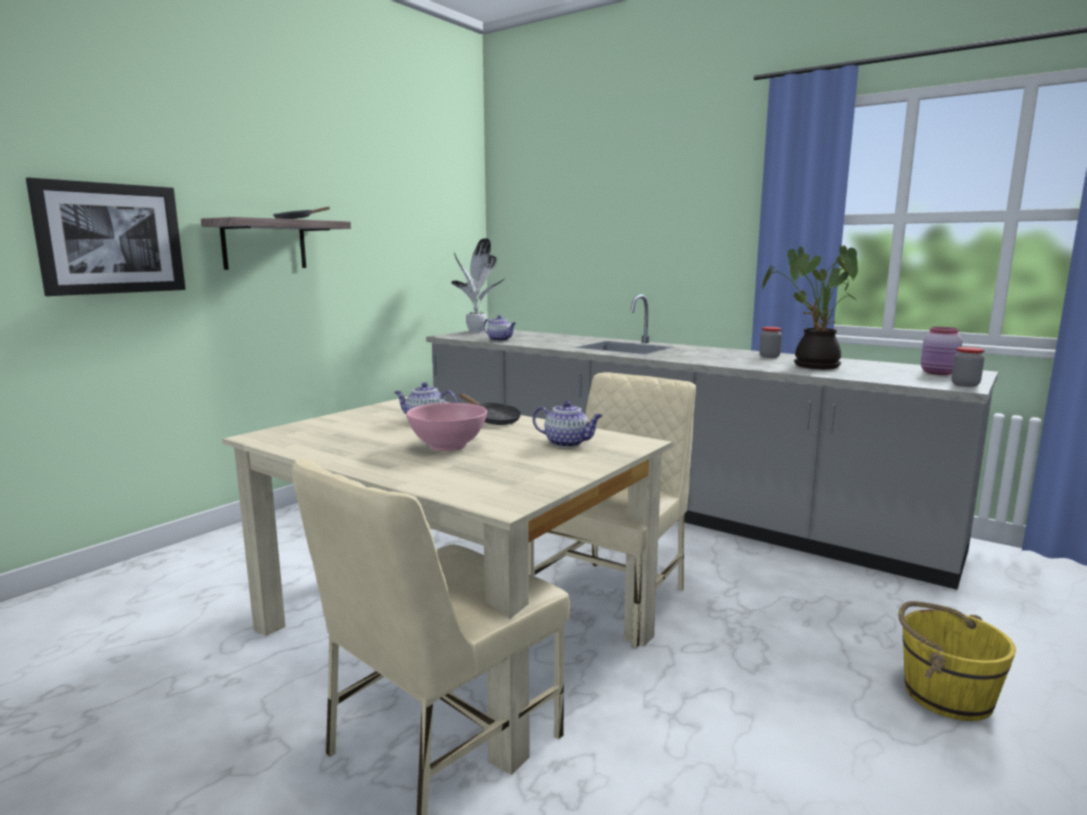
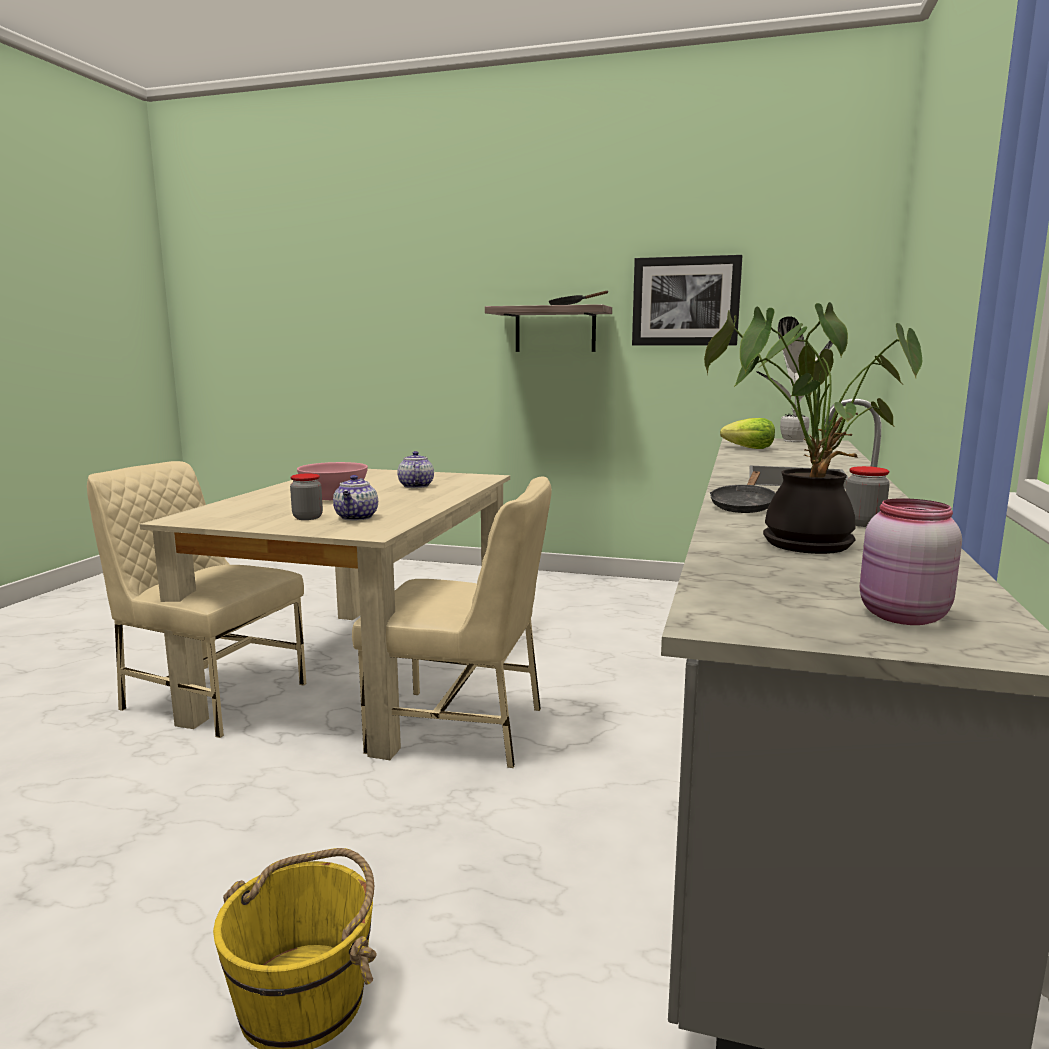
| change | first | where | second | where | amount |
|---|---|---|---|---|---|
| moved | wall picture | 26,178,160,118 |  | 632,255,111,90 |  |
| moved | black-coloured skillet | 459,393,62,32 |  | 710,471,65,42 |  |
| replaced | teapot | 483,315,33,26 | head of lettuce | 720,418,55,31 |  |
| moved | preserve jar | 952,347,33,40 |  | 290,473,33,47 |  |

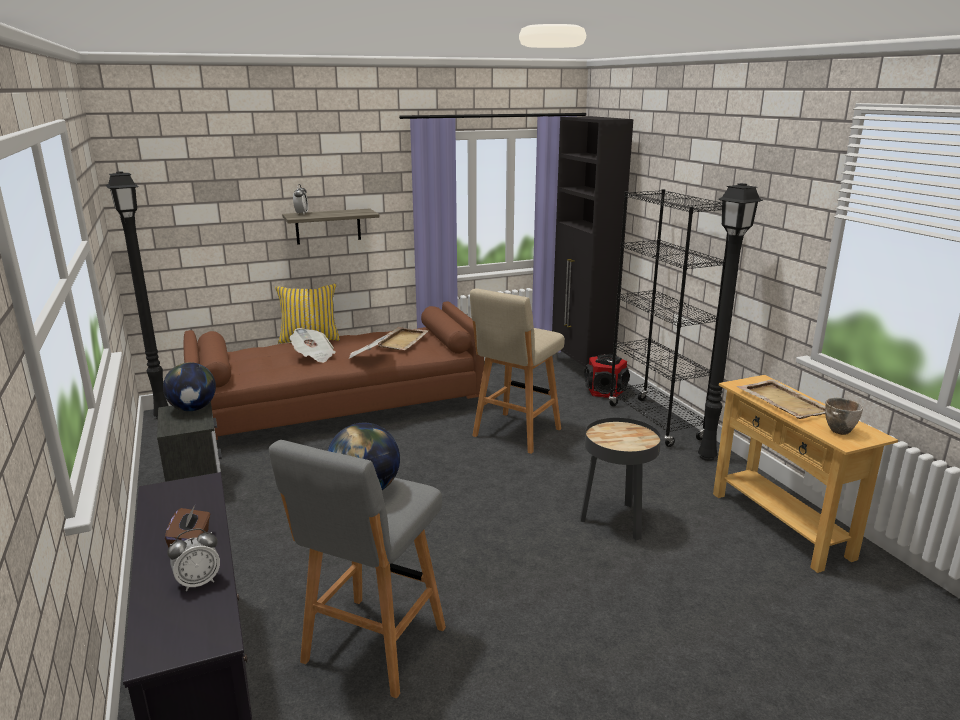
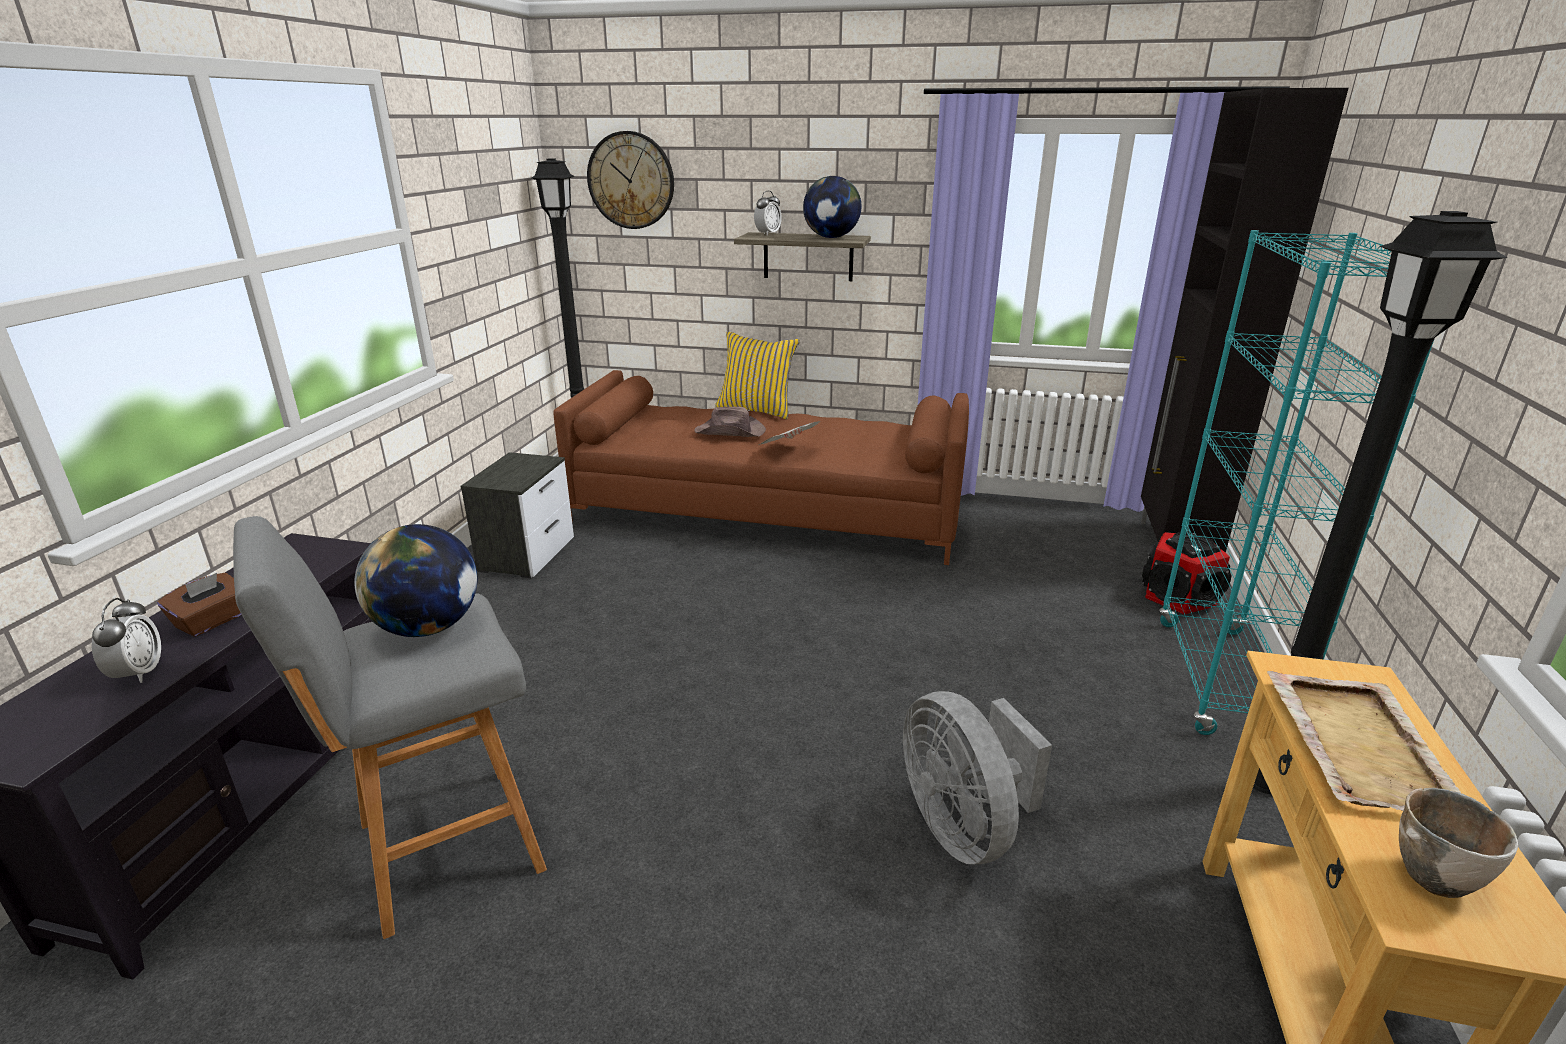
| change | first | where | second | where | amount |
|---|---|---|---|---|---|
| moved | globe | 163,362,53,49 |  | 803,176,58,62 |  |
| turned | bedside clock | 167,528,53,63 |  | 92,598,69,85 | 105 degrees counterclockwise |
| replaced | daily paper | 290,328,46,35 | brownish clothing hat | 694,407,72,30 |  |
| removed | beige carrying tray | 377,327,51,23 |  |  |  |
| removed | beige stool seat | 470,288,95,166 |  |  |  |
| replaced | black-coloured end table | 580,418,81,122 | grey fan | 903,691,149,173 |  |
| recoloured | black-coloured shelving unit | 609,189,119,258 | turquoise shelving unit | 1159,230,275,505 |  |
| added |  |  | wall clock | 587,131,87,98 |  |

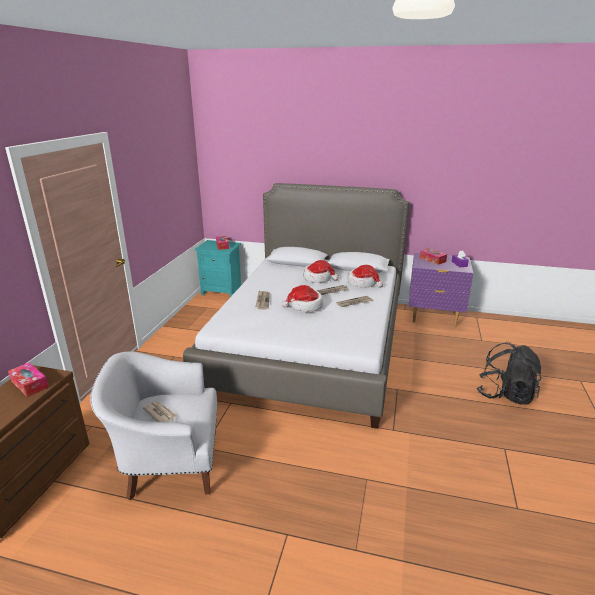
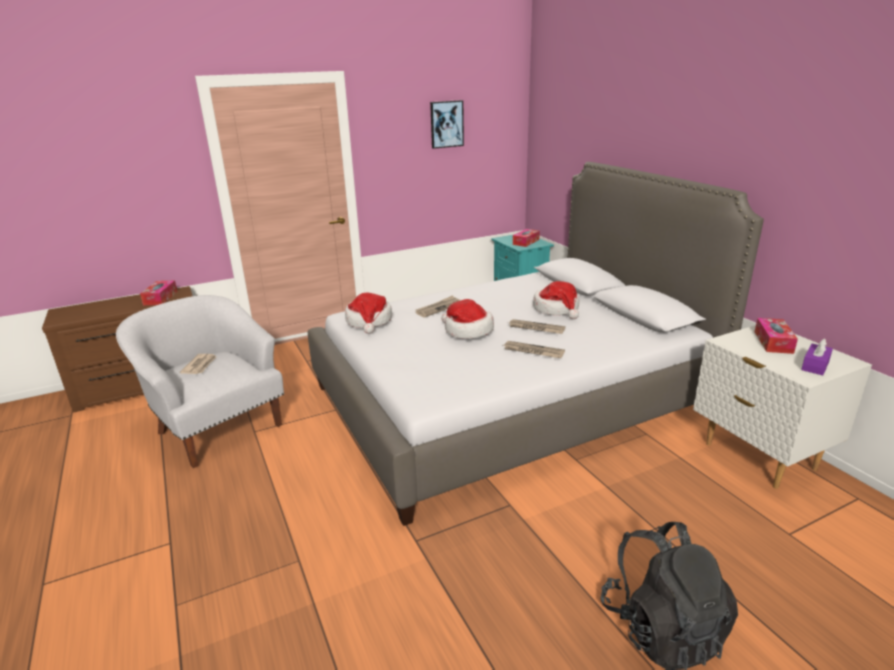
| change | first | where | second | where | amount |
|---|---|---|---|---|---|
| moved | clothing hat | 347,265,36,23 |  | 345,293,47,41 |  |
| recoloured | purple nightstand | 409,253,64,74 | whitish nightstand | 693,325,179,164 |  |
| added |  |  | wall picture | 430,100,34,49 |  |

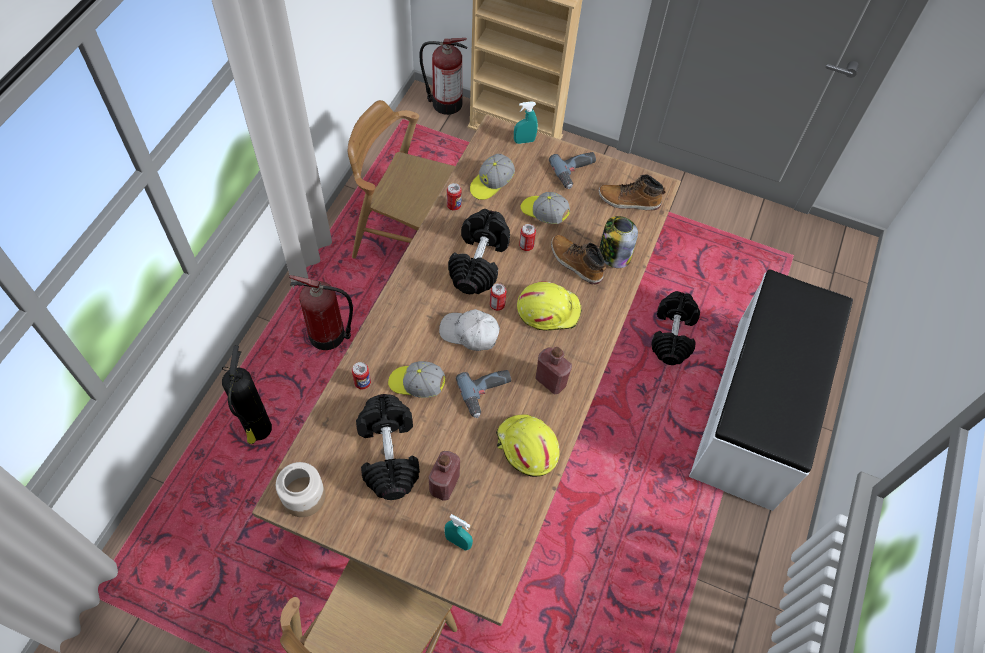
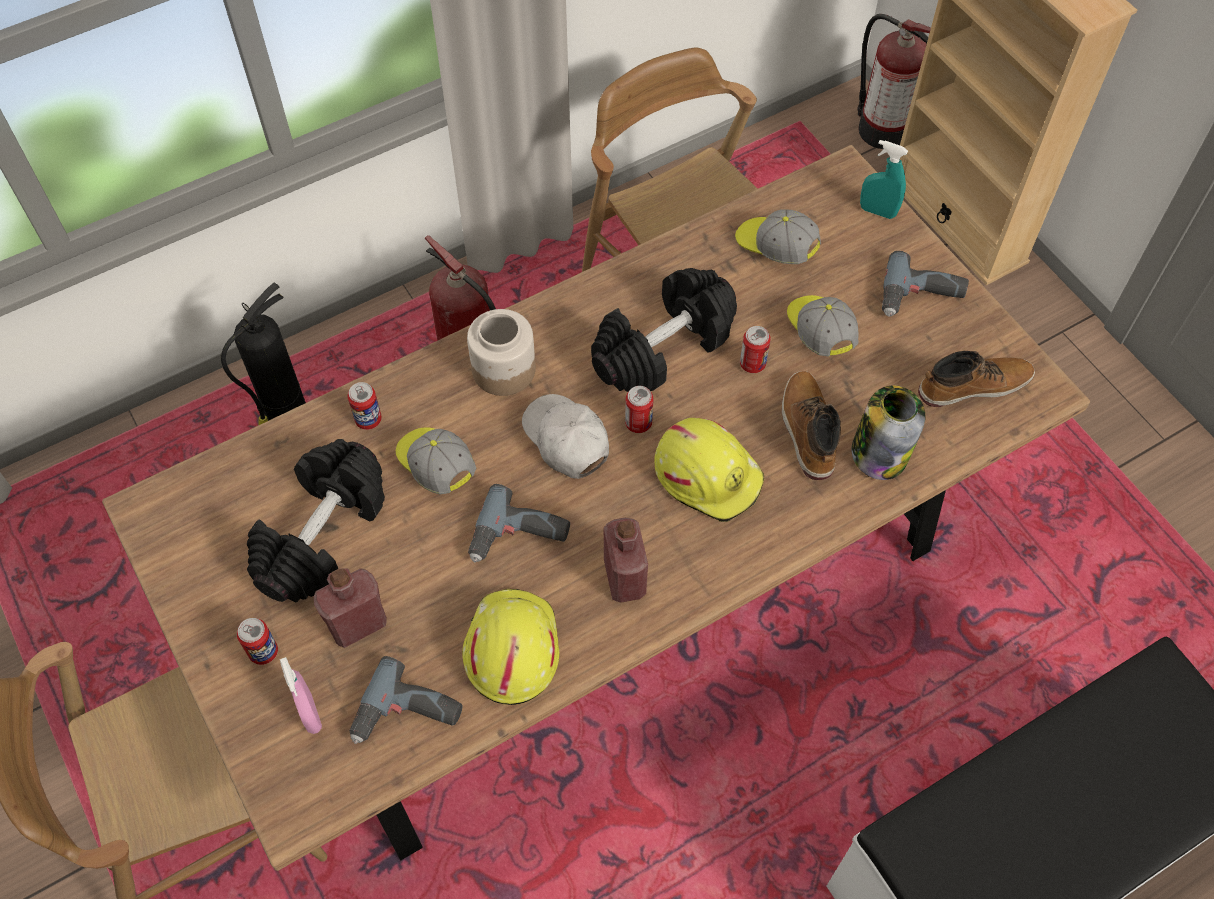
| change | first | where | second | where | amount |
|---|---|---|---|---|---|
| moved | preserve jar | 276,462,49,55 |  | 467,309,69,87 |  |
| recoloured | turquoise sprayer | 444,514,29,37 | pink sprayer | 280,657,42,77 |  |
| moved | can | 447,183,15,28 |  | 237,618,41,47 |  |
| turned | cap | 470,154,45,46 |  | 735,210,86,54 | 45 degrees clockwise |
| turned | tall boot | 599,174,67,36 |  | 918,351,117,56 | 120 degrees clockwise |
| removed | black-coloured dumbbell | 651,291,49,74 |  |  |  |
| added |  |  | electric drill | 349,656,114,88 |  |

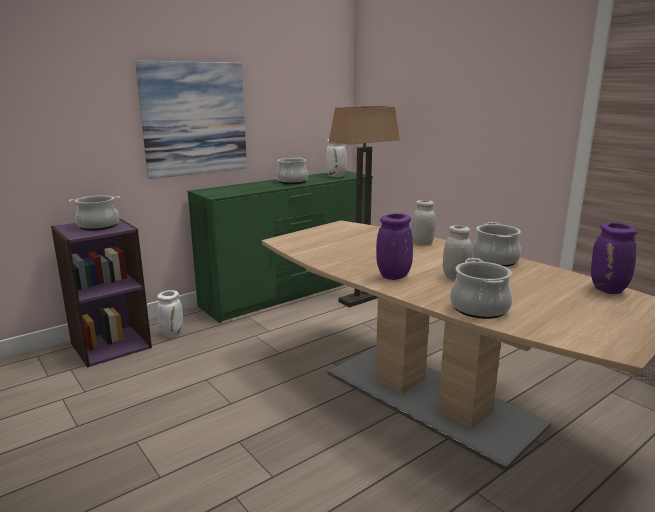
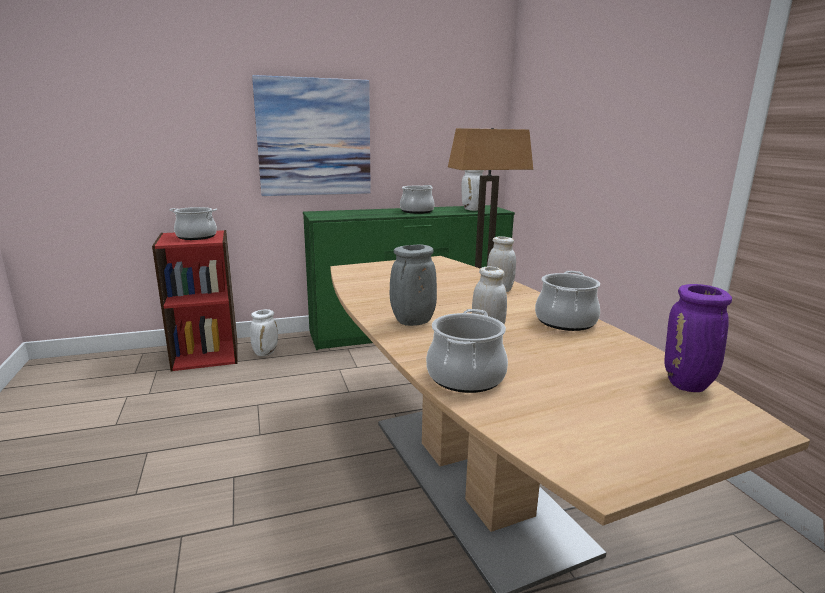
| change | first | where | second | where | amount |
|---|---|---|---|---|---|
| recoloured | purple shelving unit | 51,218,101,150 | red-coloured shelving unit | 152,230,86,141 |  |
| recoloured | purple vase | 376,213,37,67 | grey vase | 390,244,47,82 |  |

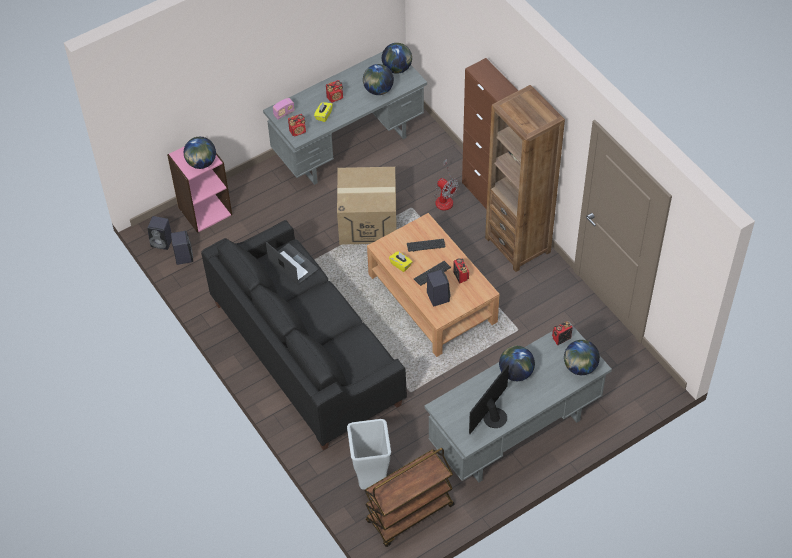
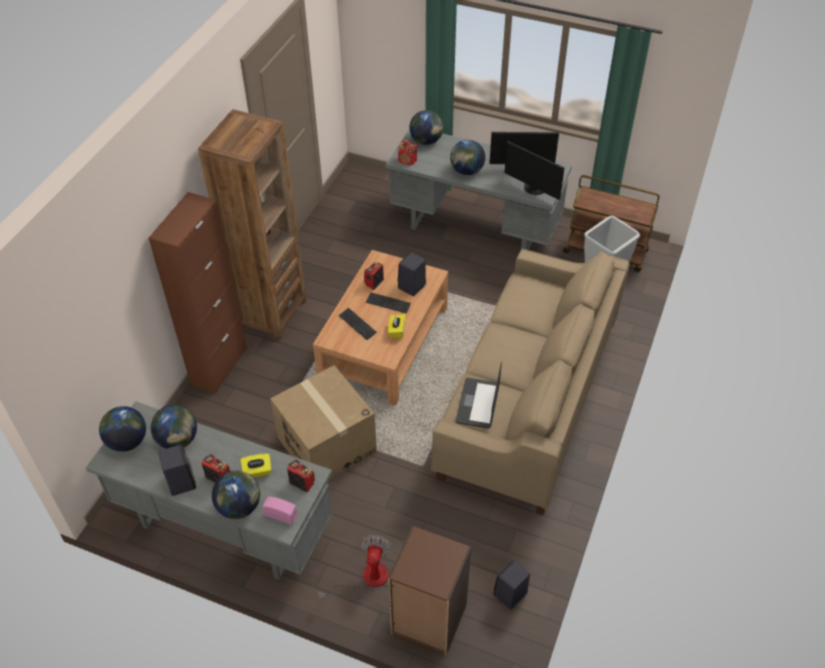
| change | first | where | second | where | amount |
|---|---|---|---|---|---|
| moved | black-coloured loudspeaker | 147,216,25,34 |  | 158,444,38,52 |  |
| recoloured | pink shelving unit | 167,146,65,87 | brownish shelving unit | 388,526,83,130 |  |
| moved | globe | 184,137,32,32 |  | 212,471,48,48 |  |
| recoloured | black-coloured settee | 201,220,206,230 | beige settee | 431,249,199,266 |  |
| moved | fan | 434,159,25,52 |  | 318,535,75,65 |  |
| added |  |  | computer display | 504,141,60,59 |  |

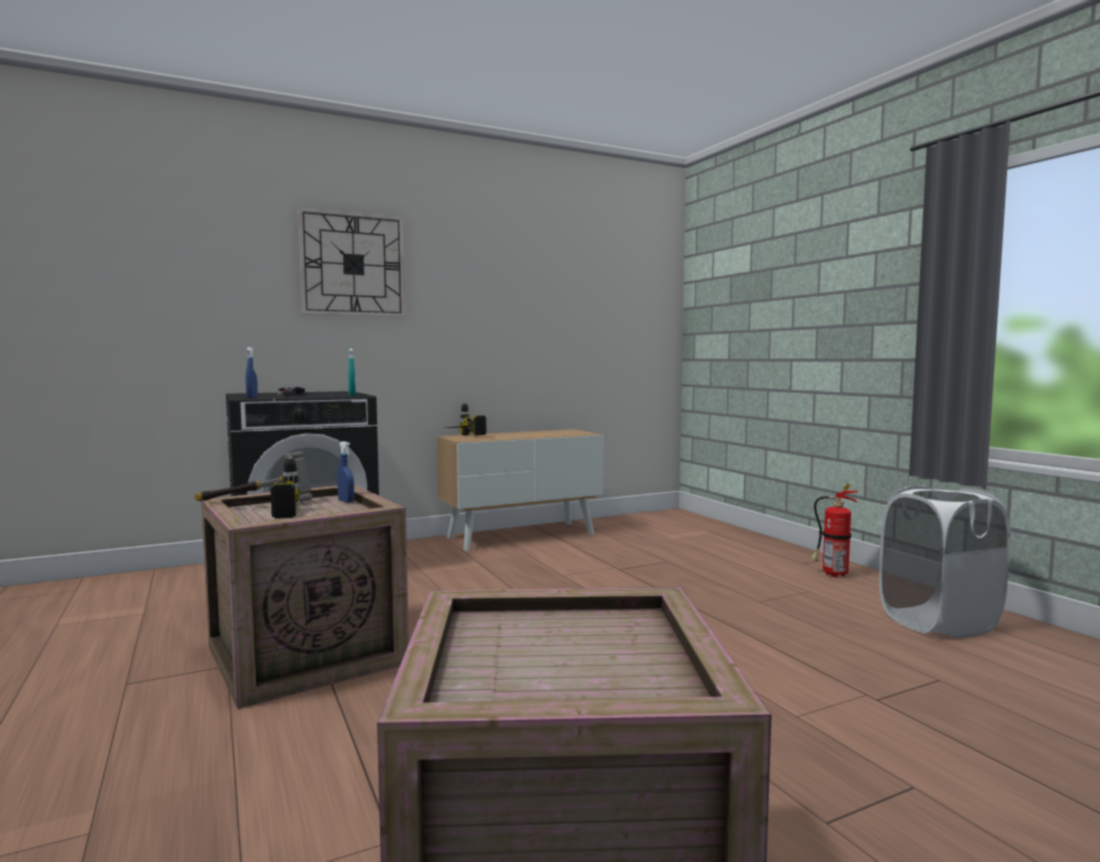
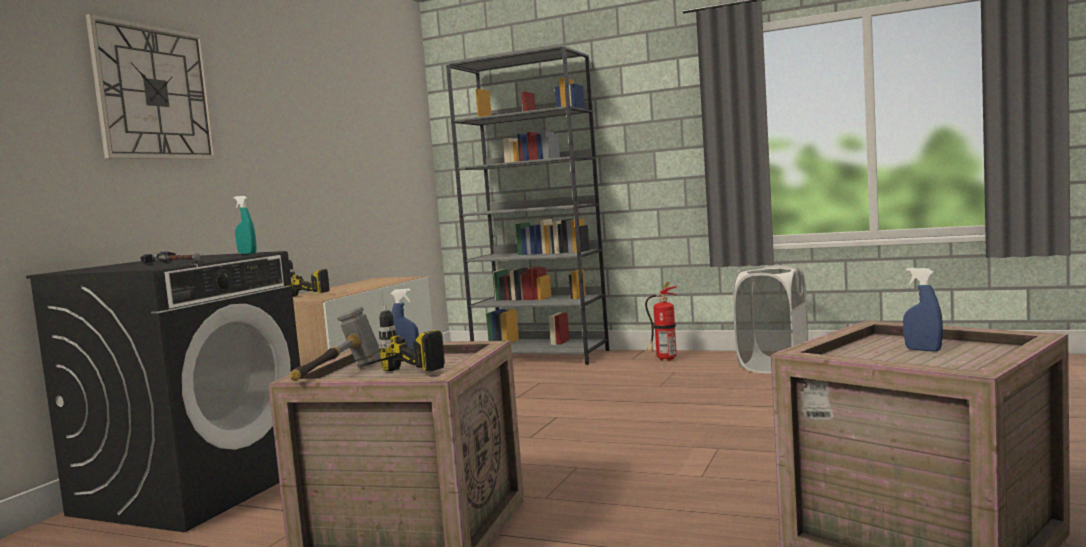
| change | first | where | second | where | amount |
|---|---|---|---|---|---|
| moved | bluish sprayer | 246,347,12,51 |  | 903,268,40,84 |  |
| added |  |  | grey shelving unit | 446,45,163,320 |  |

